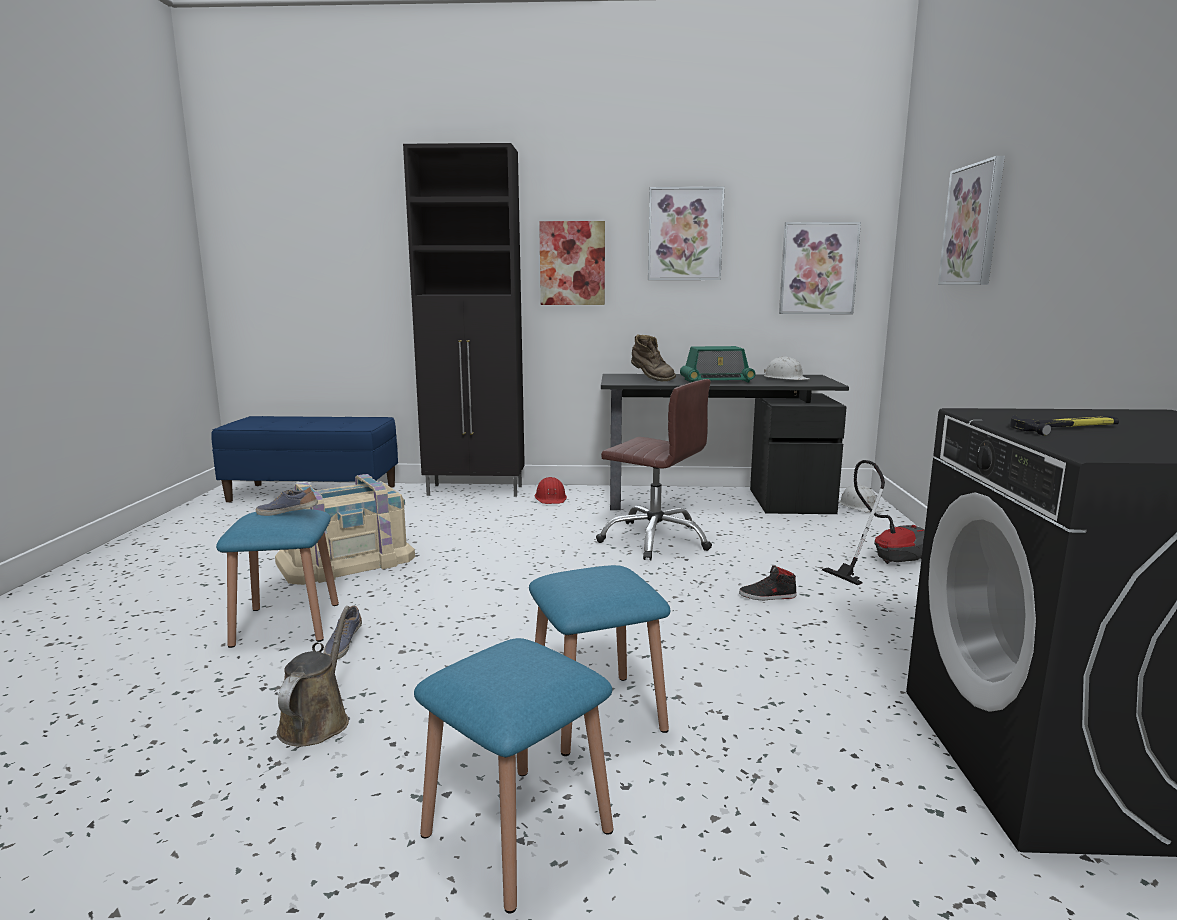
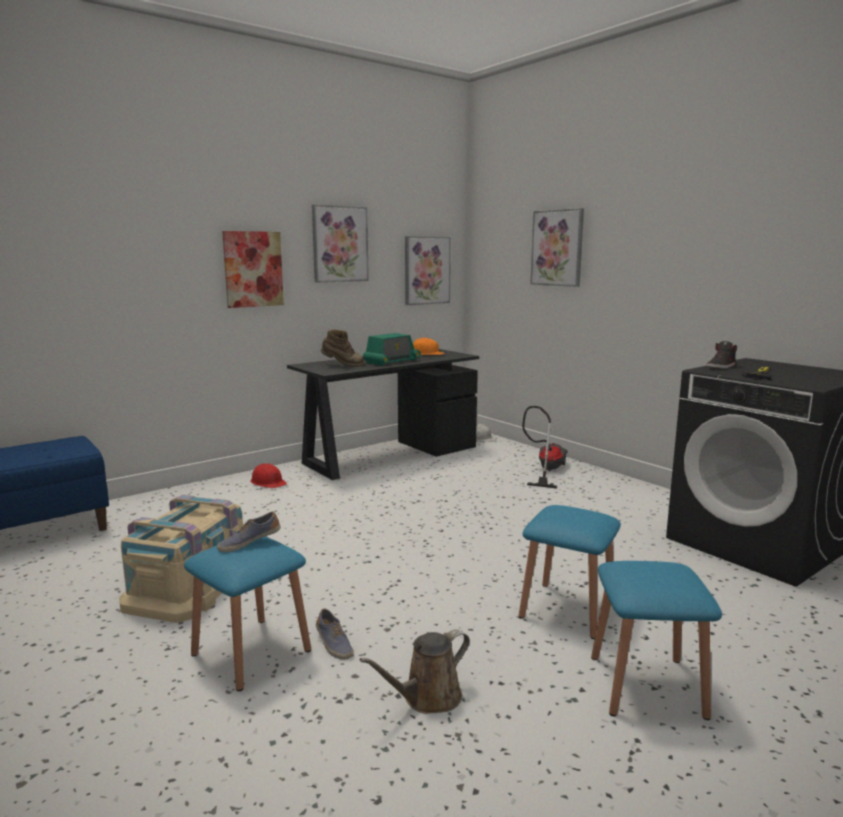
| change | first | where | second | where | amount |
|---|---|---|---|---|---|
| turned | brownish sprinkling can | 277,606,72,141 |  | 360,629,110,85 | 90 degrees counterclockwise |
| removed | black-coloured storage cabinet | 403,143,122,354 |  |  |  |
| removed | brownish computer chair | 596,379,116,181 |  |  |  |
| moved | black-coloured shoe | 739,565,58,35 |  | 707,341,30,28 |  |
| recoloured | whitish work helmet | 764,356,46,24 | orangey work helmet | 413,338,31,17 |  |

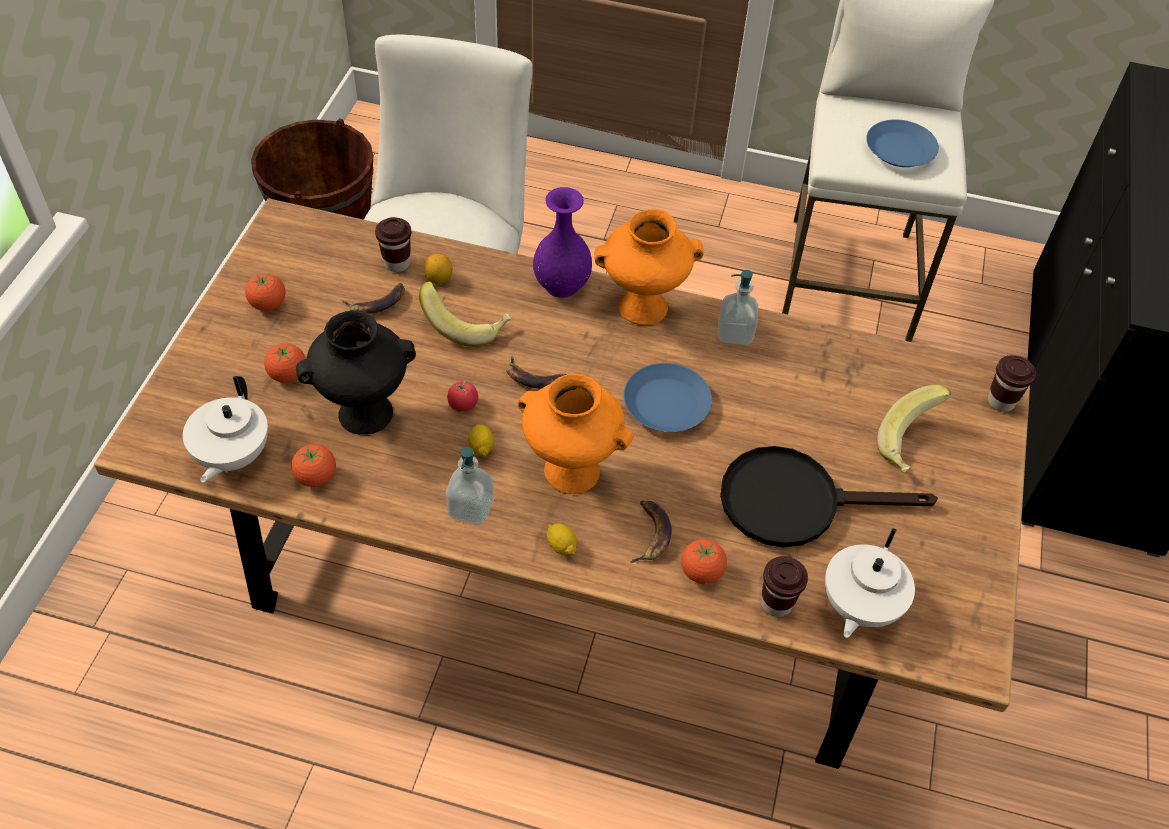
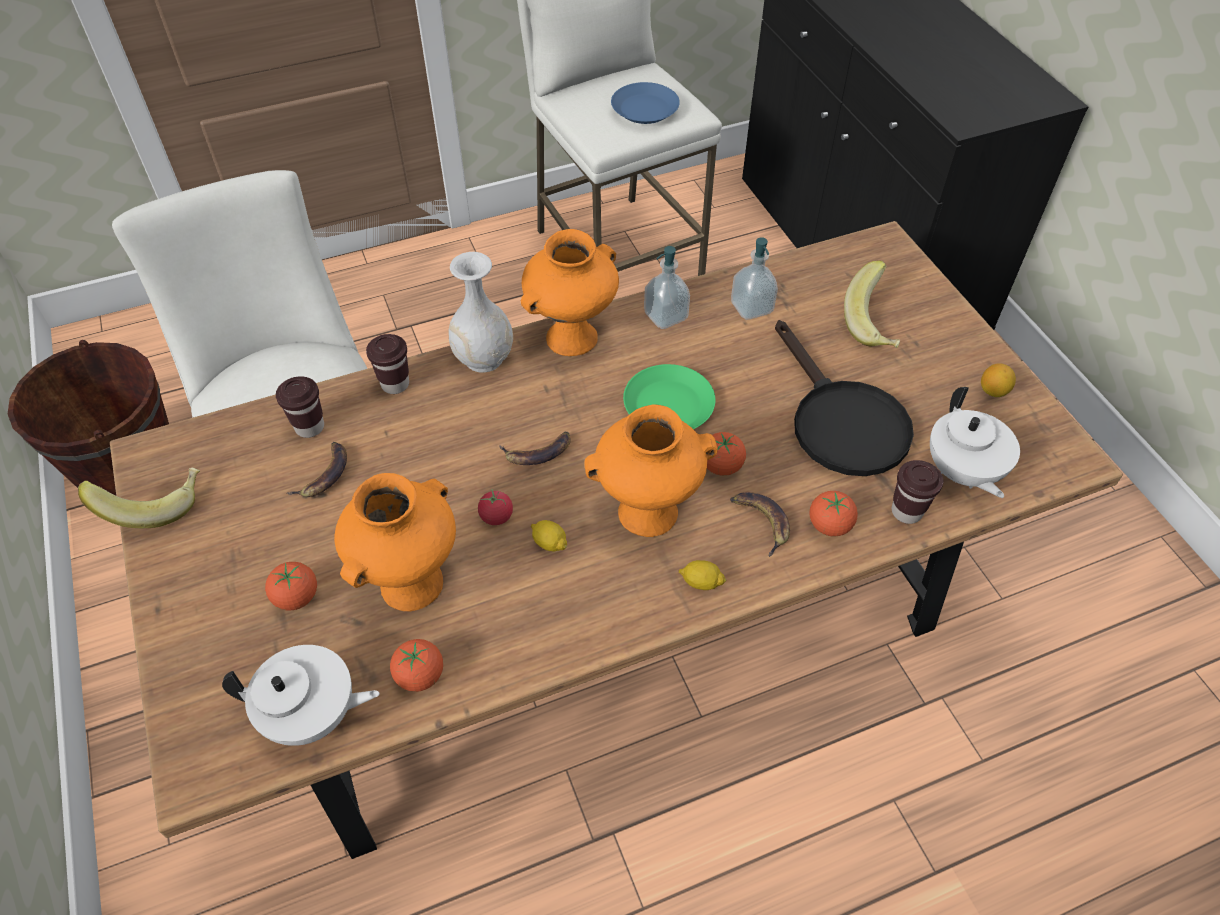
| change | first | where | second | where | amount |
|---|---|---|---|---|---|
| turned | whitish teapot | 183,376,85,107 |  | 222,645,158,101 | 60 degrees counterclockwise |
| moved | tomato | 245,273,40,38 |  | 707,432,39,44 |  |
| recoloured | black-coloured vase | 296,311,120,124 | orangey vase | 334,473,122,138 |  |
| moved | whole banana | 419,282,93,65 |  | 78,468,122,60 |  |
| moved | citrus fruit | 424,254,29,30 |  | 981,363,35,34 |  |
| moved | liquid soap bottle | 446,447,48,78 |  | 731,237,47,83 |  |
| recoloured | purple vase | 533,187,59,111 | whitish vase | 448,252,65,121 |  |
| recoloured | bluish plate | 624,363,88,69 | green-coloured plate | 623,364,92,65 |  |
| turned | black-coloured skillet | 720,446,218,101 |  | 775,320,139,156 | 75 degrees counterclockwise |
| moved | brownish small cup | 988,355,48,57 |  | 366,334,43,60 |  |

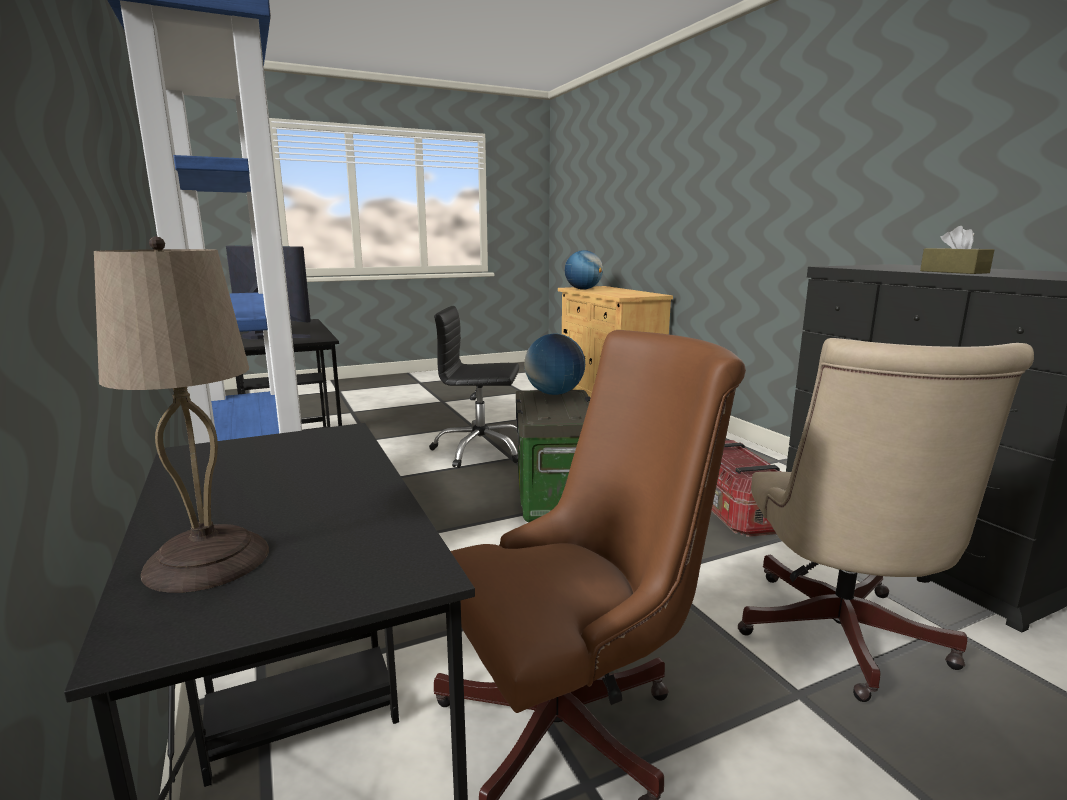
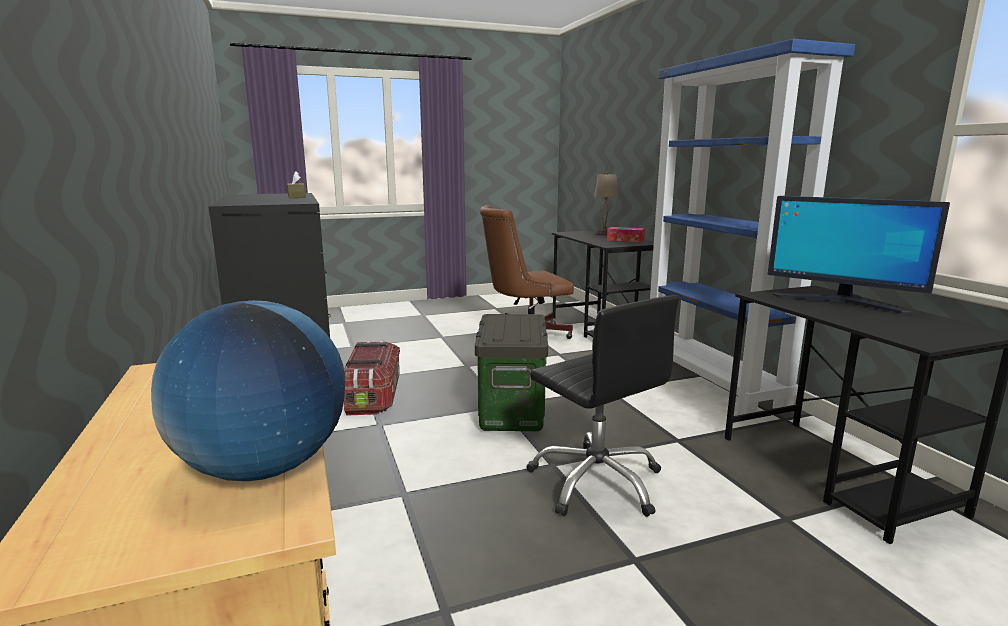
| change | first | where | second | where | amount |
|---|---|---|---|---|---|
| turned | black-coloured computer chair | 429,306,90,162 |  | 526,295,153,222 | 45 degrees clockwise |
| removed | globe | 524,334,61,61 |  |  |  |
| removed | beige computer chair | 738,338,296,364 |  |  |  |
| added |  |  | tissue holder | 607,227,38,15 |  |

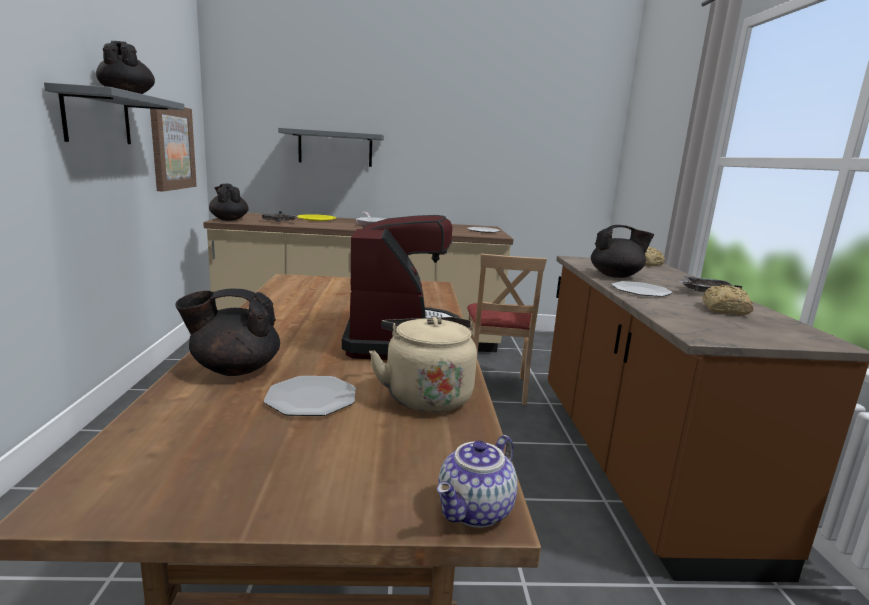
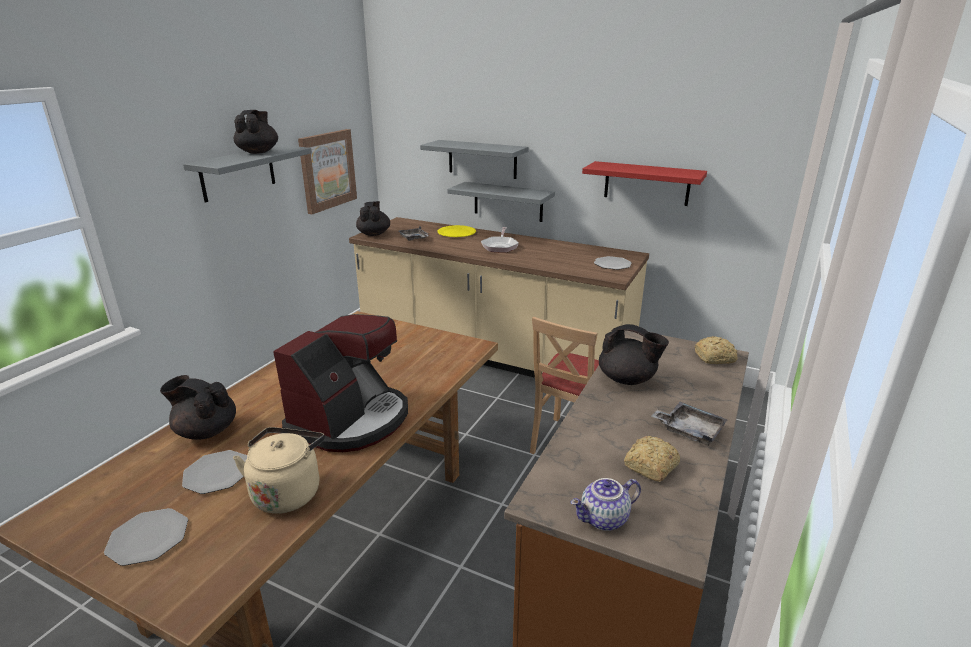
| change | first | where | second | where | amount |
|---|---|---|---|---|---|
| moved | teapot | 437,435,81,93 |  | 571,478,70,53 |  |
| moved | plate | 611,281,61,16 |  | 104,508,84,58 |  |
| added |  |  | grey shelf | 447,182,108,40 |  |
| added |  |  | red-coloured shelf | 582,161,125,45 |  |

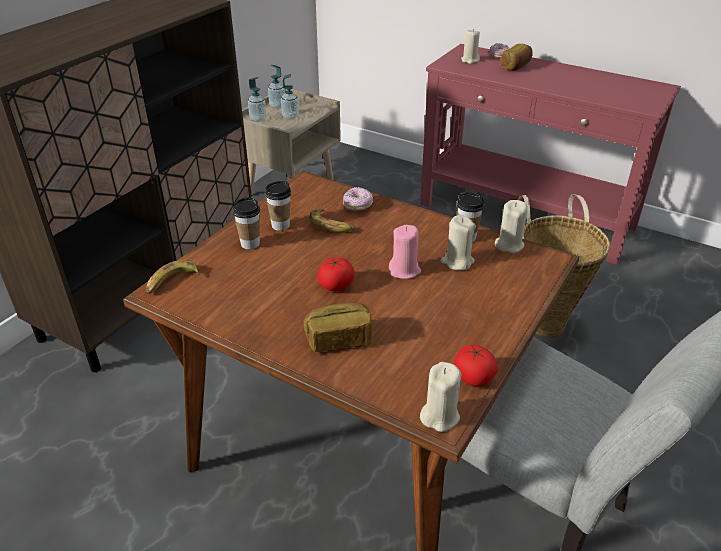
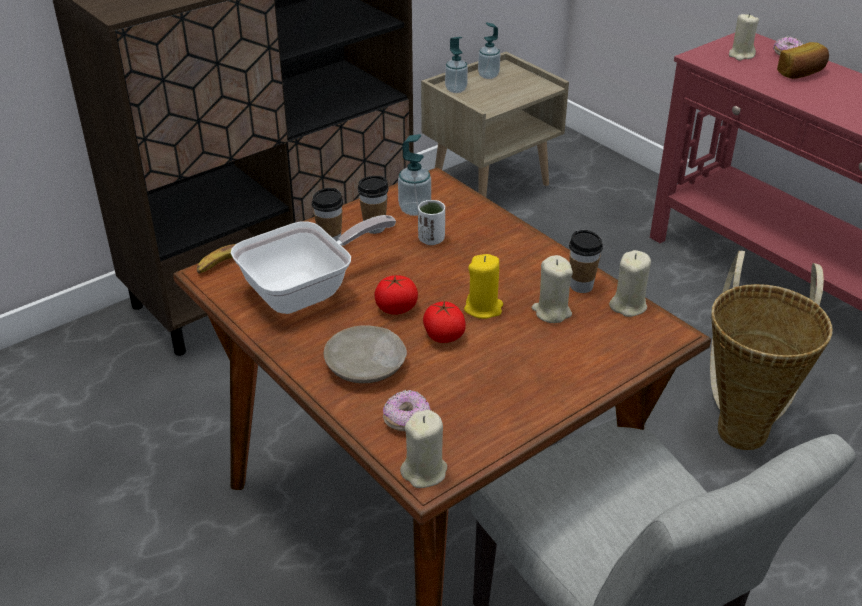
| change | first | where | second | where | amount |
|---|---|---|---|---|---|
| moved | liquid soap bottle | 281,74,18,45 |  | 398,134,33,82 |  |
| replaced | baked bread | 303,302,69,51 | beige plate | 324,325,83,58 |  |
| replaced | whole banana | 310,209,45,24 | whitish small cup | 418,200,27,45 |  |
| moved | donut | 343,187,30,24 |  | 383,390,48,41 |  |
| recoloured | pink wax light | 389,225,32,54 | yellow-coloured wax light | 464,254,39,65 |  |
| moved | tomato | 454,345,44,41 |  | 423,301,43,42 |  |
| added |  |  | skillet | 231,215,165,99 |  |

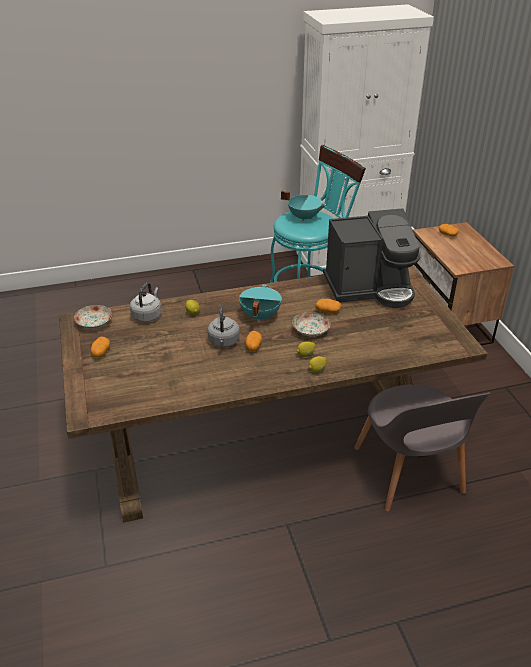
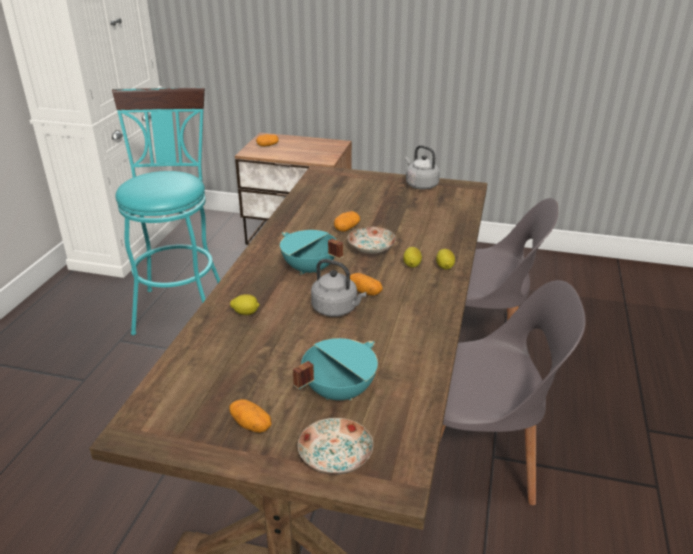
| change | first | where | second | where | amount |
|---|---|---|---|---|---|
| moved | plate | 74,305,38,24 |  | 298,418,75,57 |  |
| moved | grey water kettle | 130,282,31,40 |  | 405,145,35,45 |  |
| moved | turquoise stockpot | 281,190,45,31 |  | 293,338,85,63 |  |
| removed | coffee machine | 323,208,98,100 |  |  |  |
| added |  |  | grey chair | 439,280,147,226 |  |

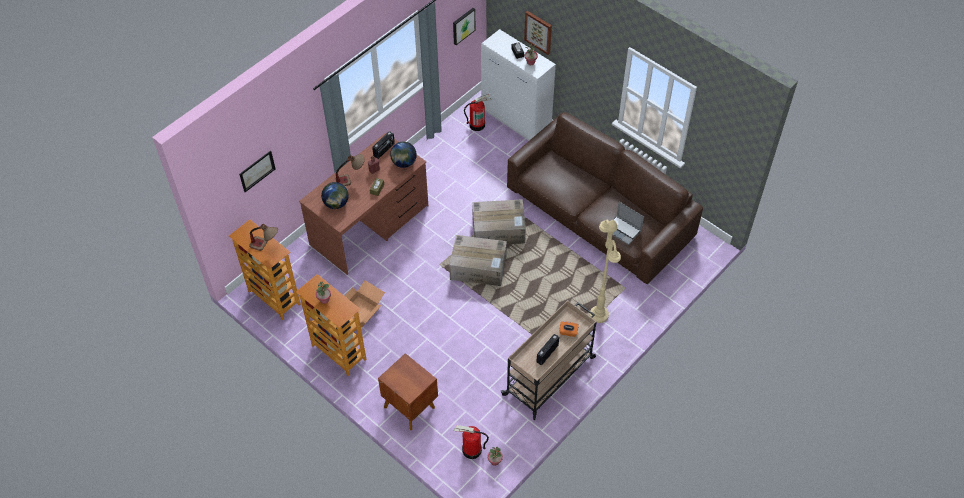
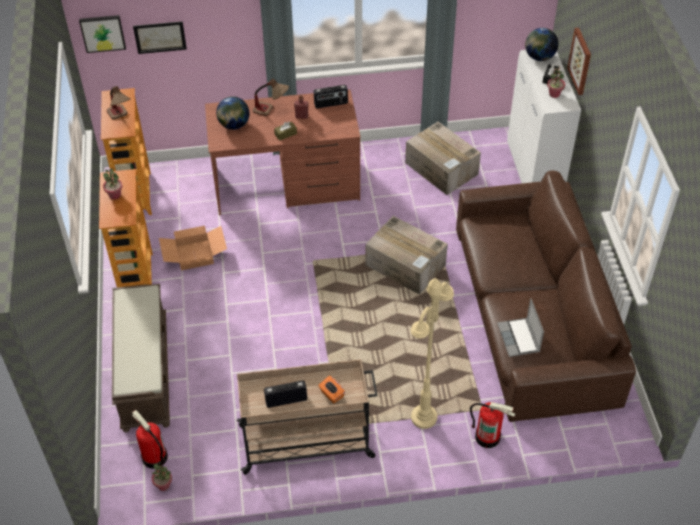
| change | first | where | second | where | amount |
|---|---|---|---|---|---|
| replaced | brownish nightstand | 378,353,60,77 | brownish indoor bench | 112,284,58,148 |  |
| moved | globe | 390,142,27,26 |  | 525,28,33,33 |  |
| moved | packing box | 449,235,58,51 |  | 405,122,76,73 |  |
| moved | wall picture | 453,8,23,37 |  | 79,15,47,38 |  |
| moved | extinguisher | 464,94,27,37 |  | 470,402,45,46 |  |

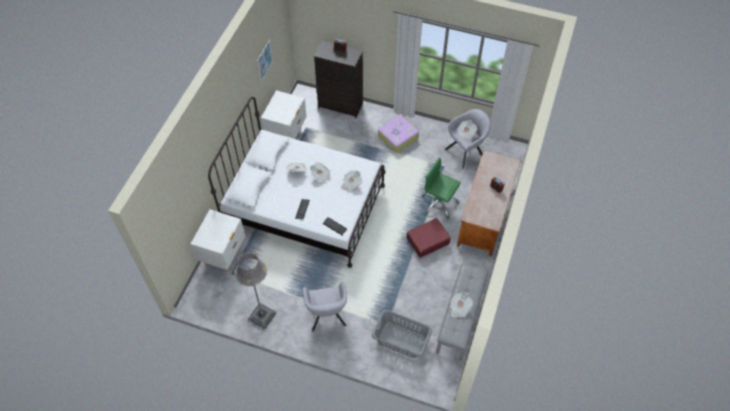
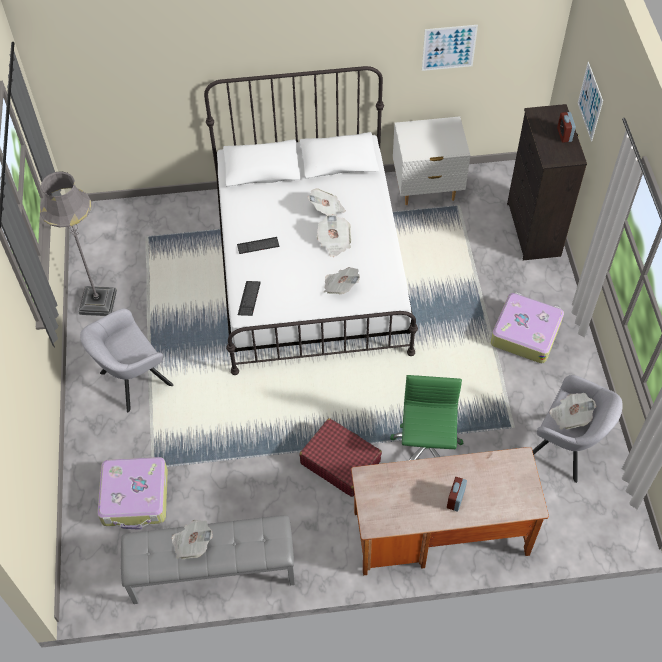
| change | first | where | second | where | amount |
|---|---|---|---|---|---|
| removed | whitish nightstand | 191,210,54,62 |  |  |  |
| replaced | grey washing basket | 372,310,60,48 | suitcase | 97,457,71,73 |  |
| added |  |  | wall picture | 578,62,25,80 |  |

